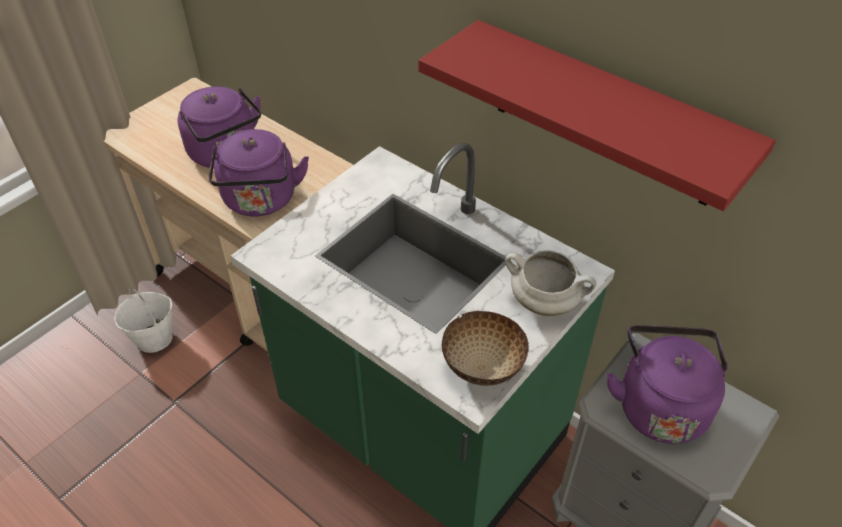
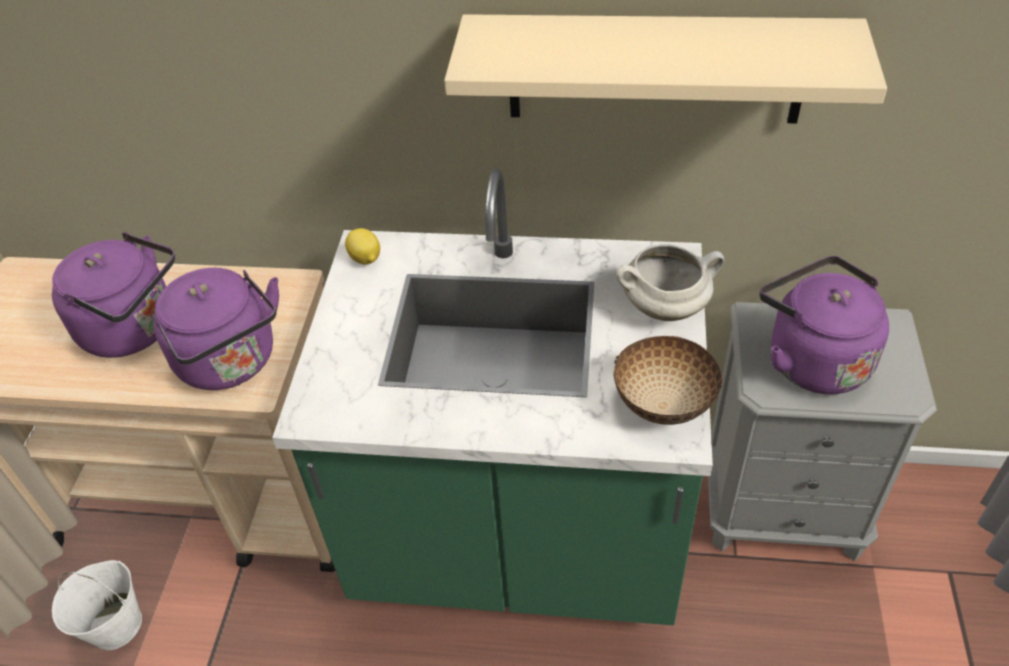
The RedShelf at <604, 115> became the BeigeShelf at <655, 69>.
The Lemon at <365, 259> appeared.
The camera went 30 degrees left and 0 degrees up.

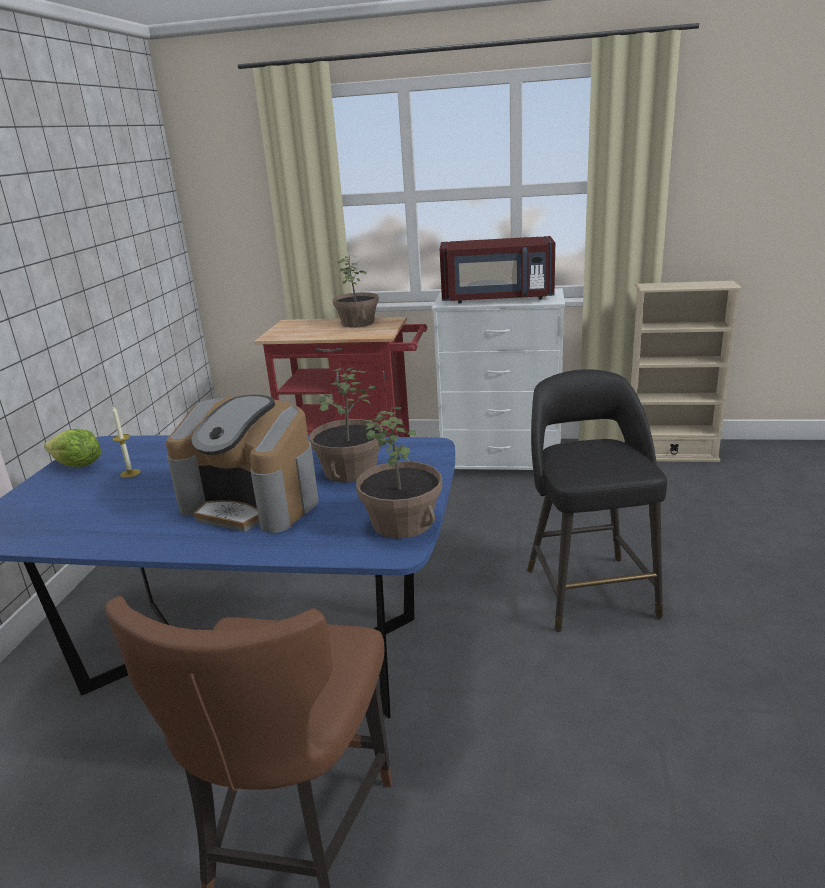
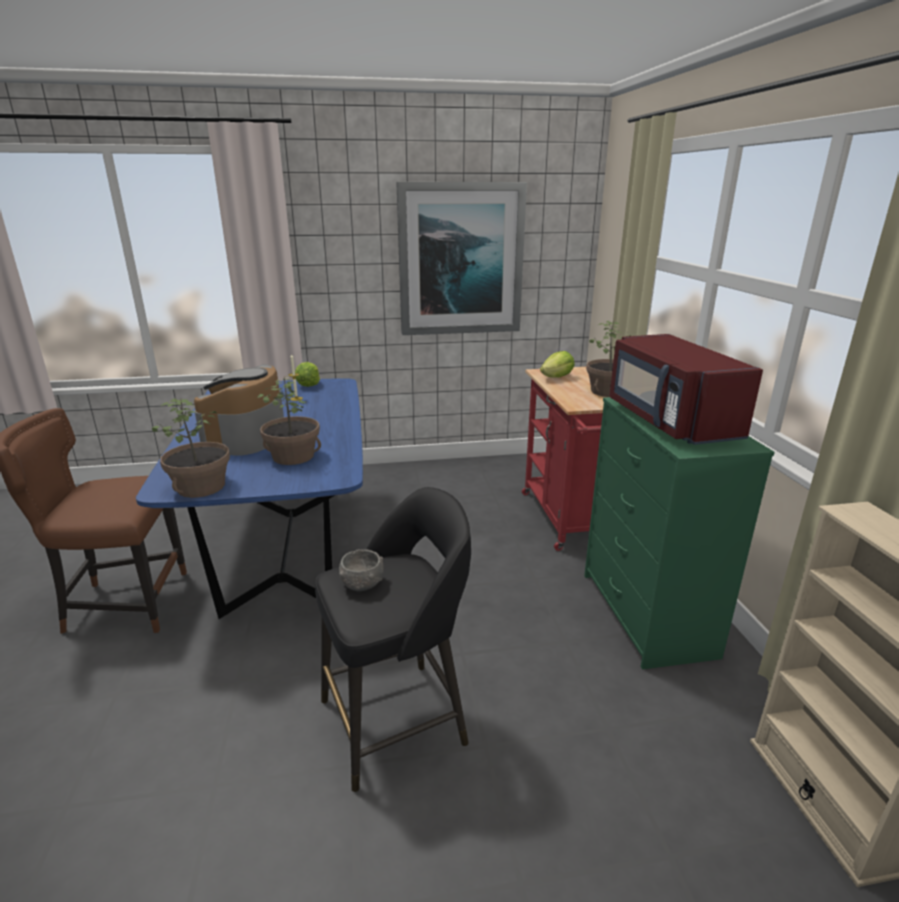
The WhiteDresser at <502, 463> became the GreenDresser at <647, 614>.
The GreyBowl at <362, 583> appeared.
The Picture at <460, 260> appeared.
The Lettuce at <557, 377> appeared.
The camera went 70 degrees right and 0 degrees up.

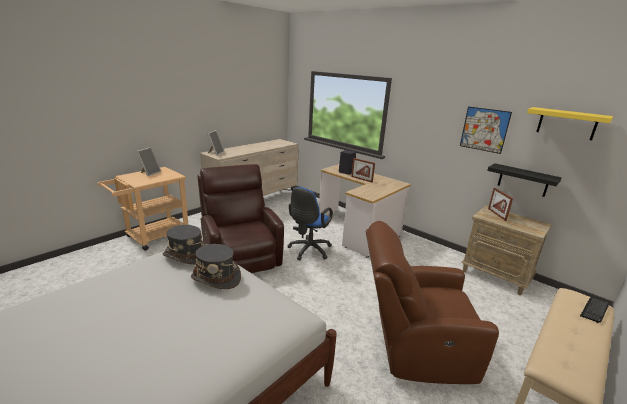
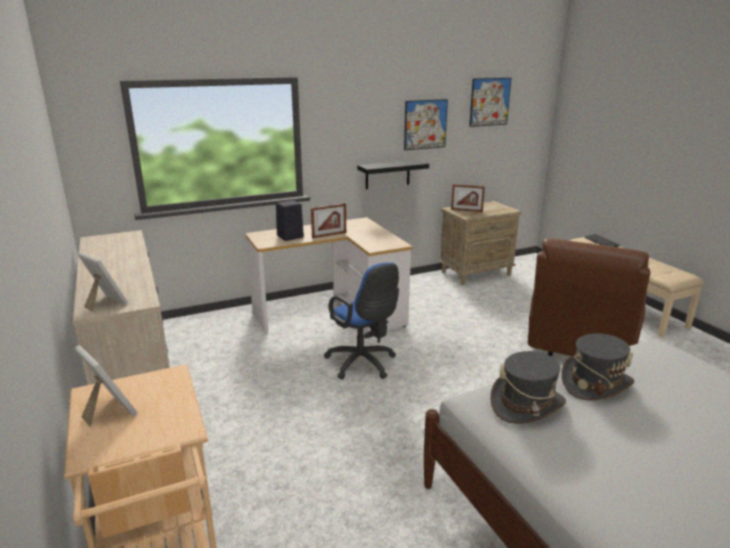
The BrownArmchair at <241, 257> disappeared.
The BlackShelf moved from <523, 180> to <387, 174>.
The YellowShelf at <567, 123> was replaced by the Picture at <490, 102>.
The camera went 65 degrees left and 0 degrees up.

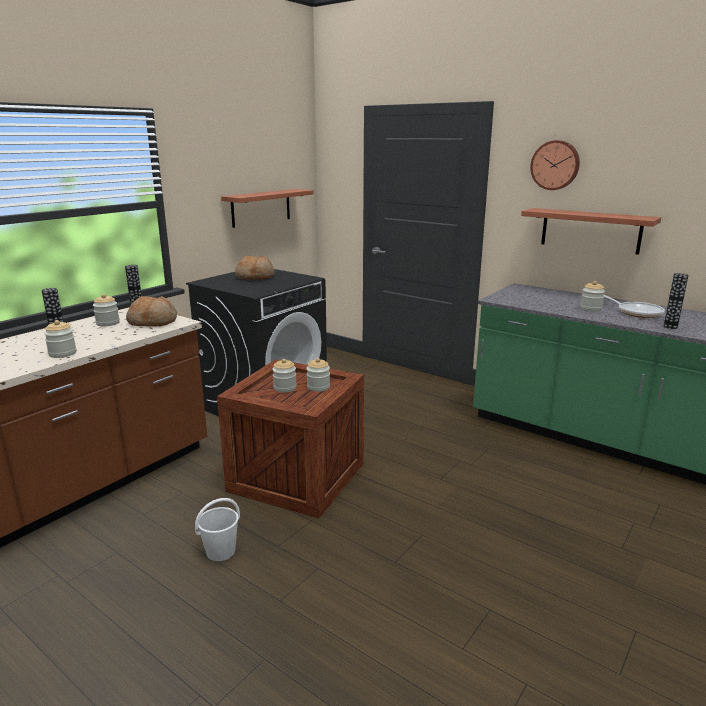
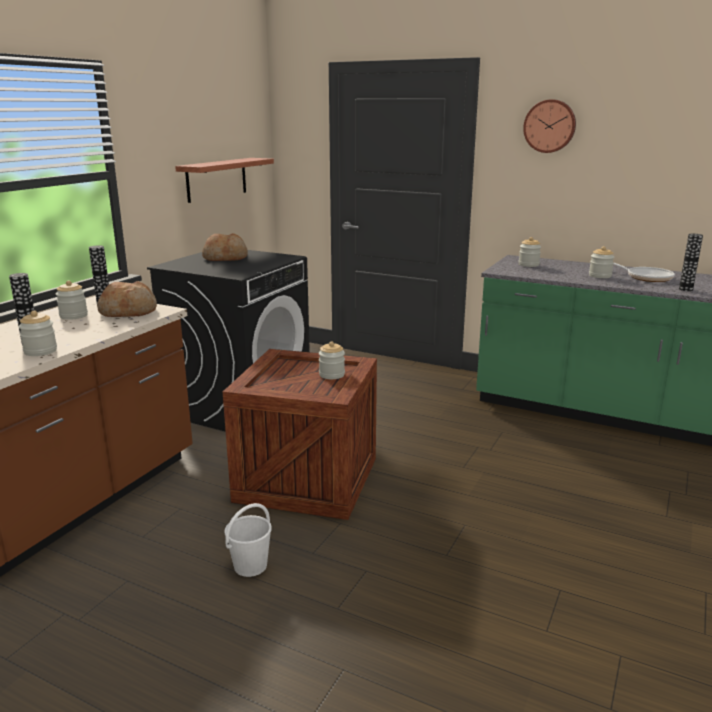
The Jar moved from <285, 388> to <528, 265>.
The Shelf at <590, 230> disappeared.
The camera went 10 degrees left and 0 degrees up.

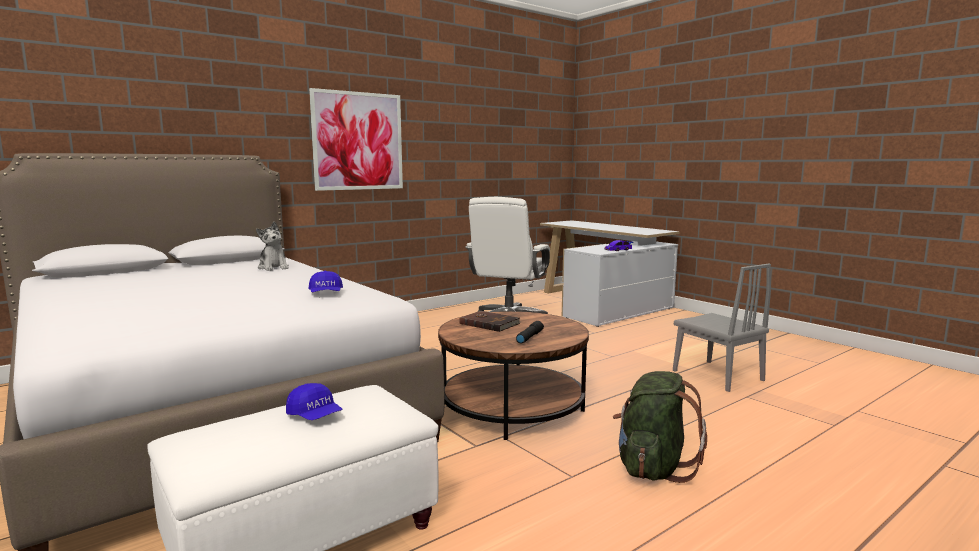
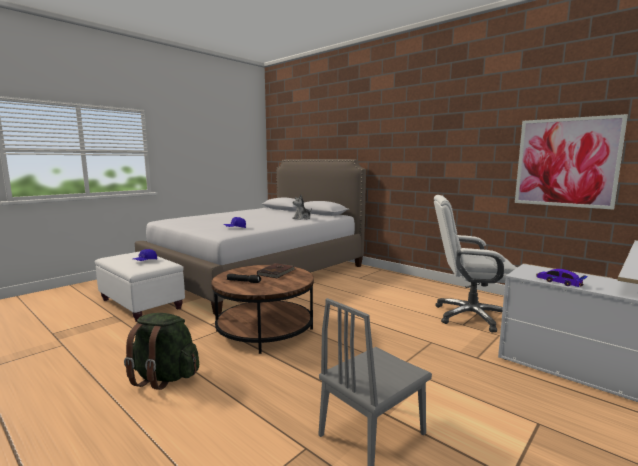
The Picture moved from <358, 141> to <566, 162>.
The camera went 80 degrees right and 0 degrees up.

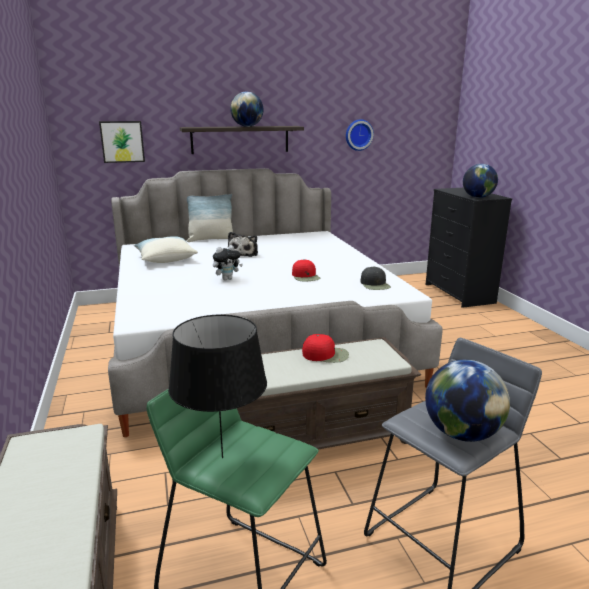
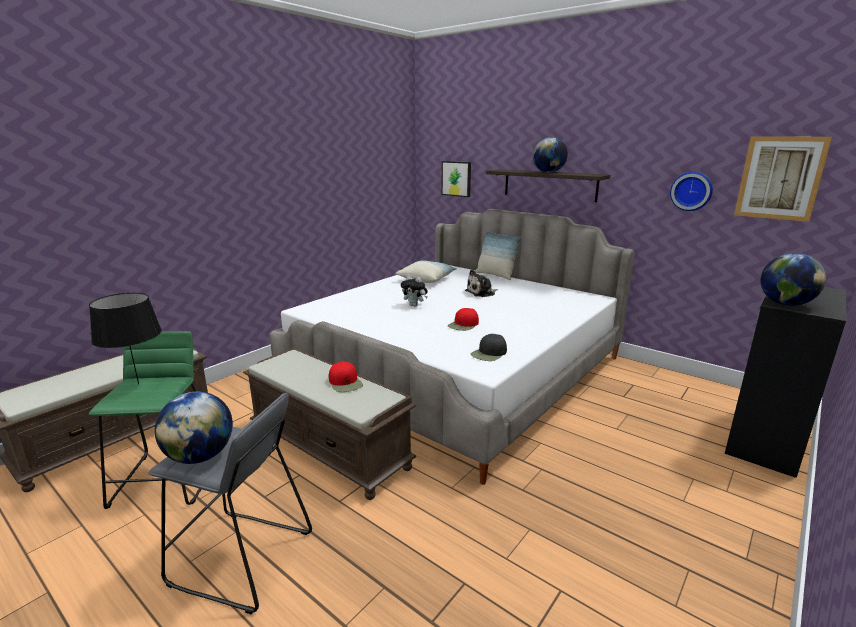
The Picture at <780, 178> appeared.
The camera went 55 degrees right and 0 degrees up.

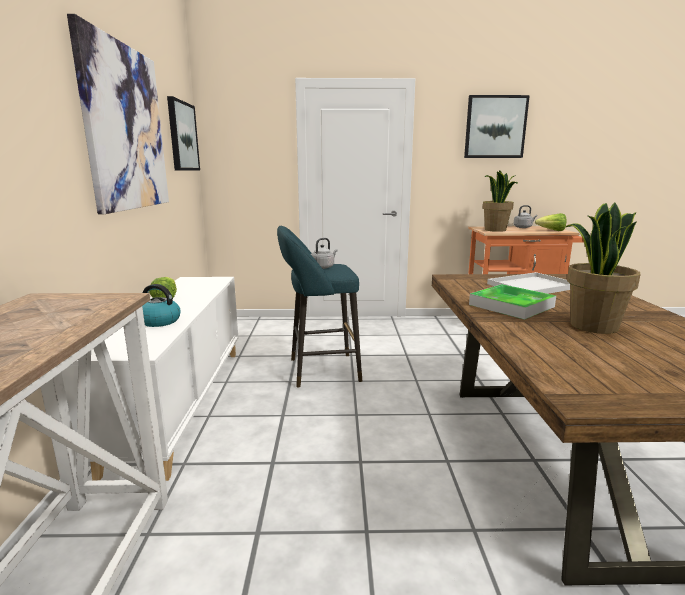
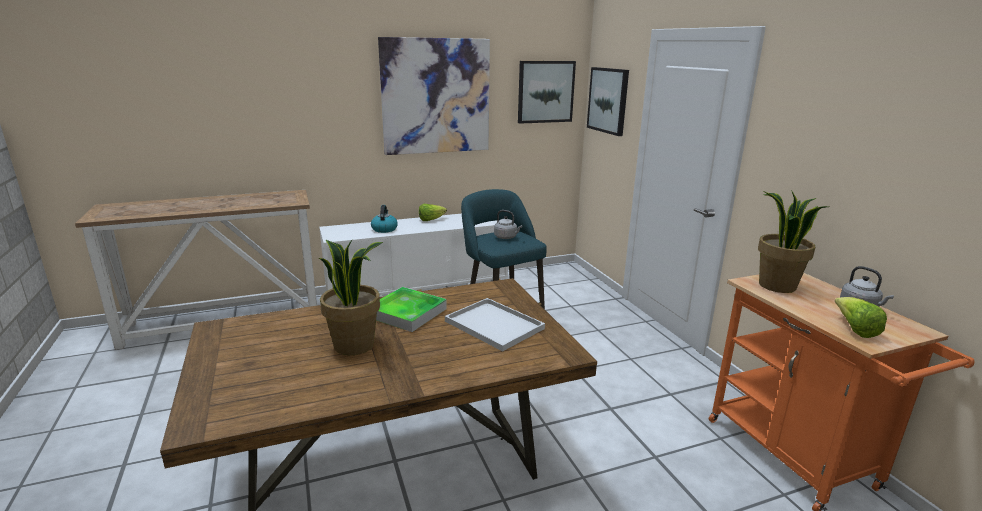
The Picture moved from <495, 127> to <608, 100>.
The camera went 70 degrees right and 5 degrees up.

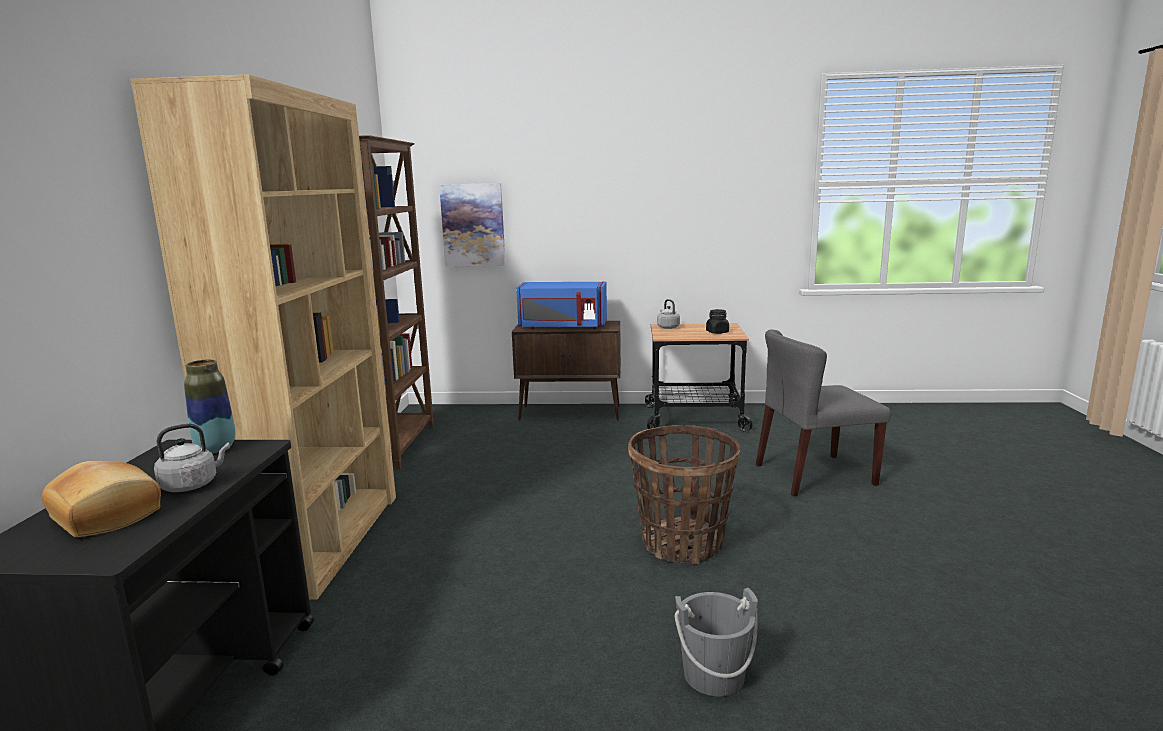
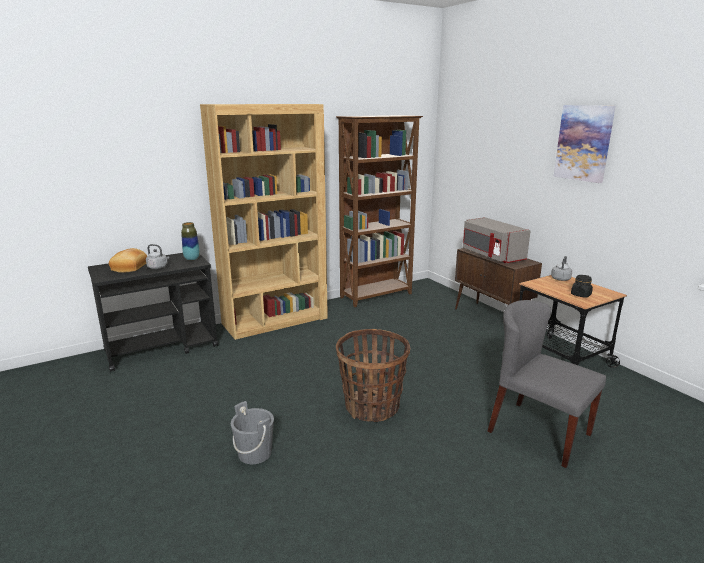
The Picture moved from <473, 225> to <583, 143>.
The BlueMicrowave at <562, 327> became the GreyMicrowave at <491, 255>.
The camera went 55 degrees right and 5 degrees up.

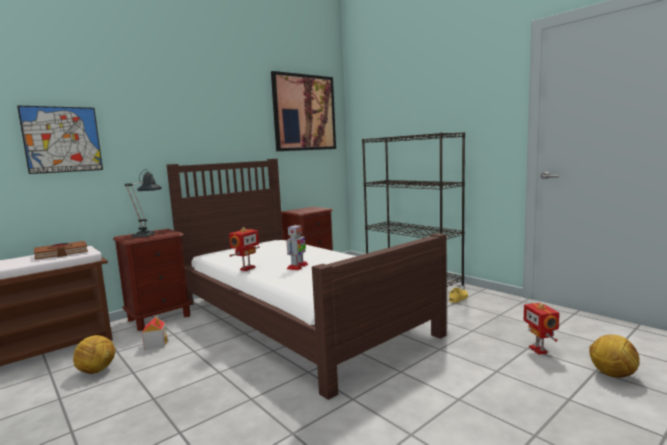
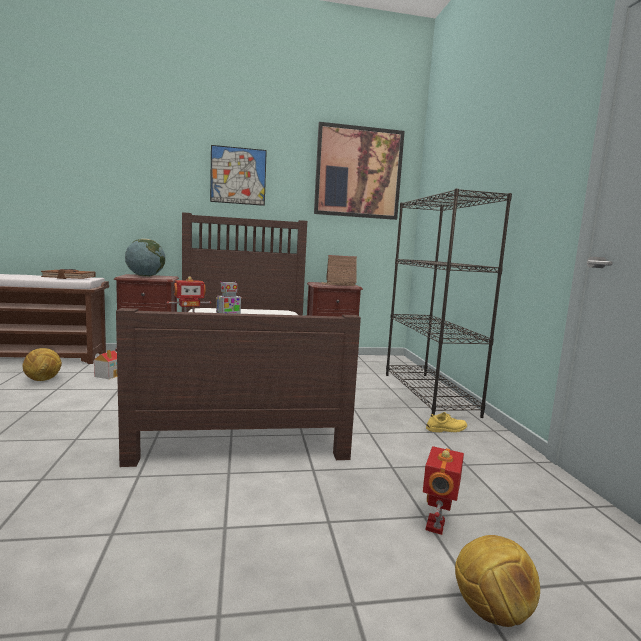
The Picture moved from <62, 139> to <238, 176>.
The TableLamp at <146, 235> was replaced by the Globe at <145, 276>.
The ToyHouse at <338, 284> appeared.
The camera went 30 degrees right and 0 degrees up.

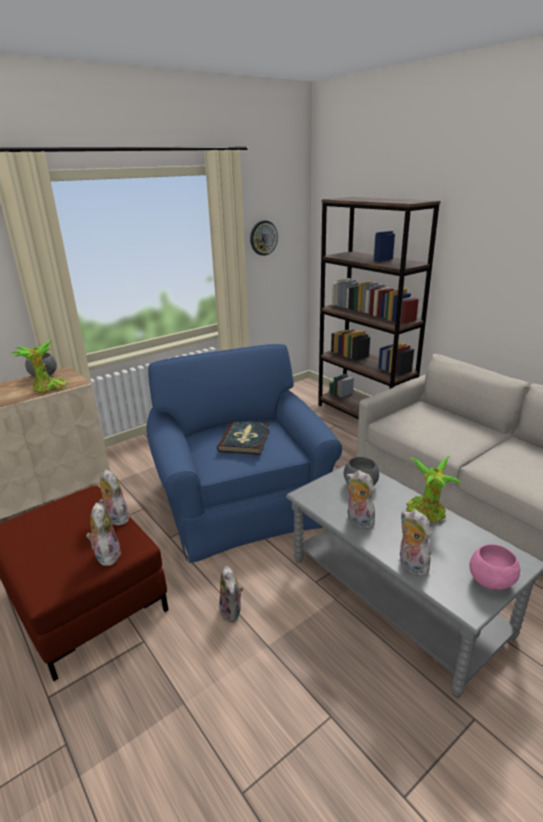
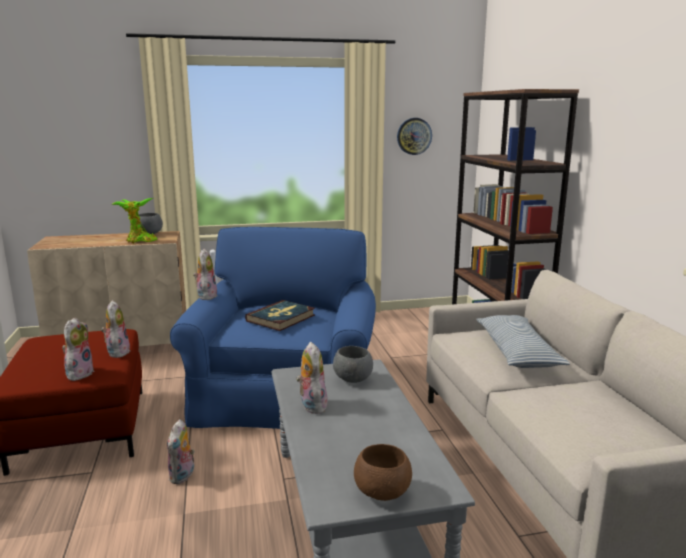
The PlushToy moved from <410, 565> to <206, 296>.
The PottedPlant at <427, 514> disappeared.
The PinkBowl at <491, 582> became the BrownBowl at <382, 494>.
The Pillow at <517, 352> appeared.
The camera went 25 degrees right and 10 degrees down.

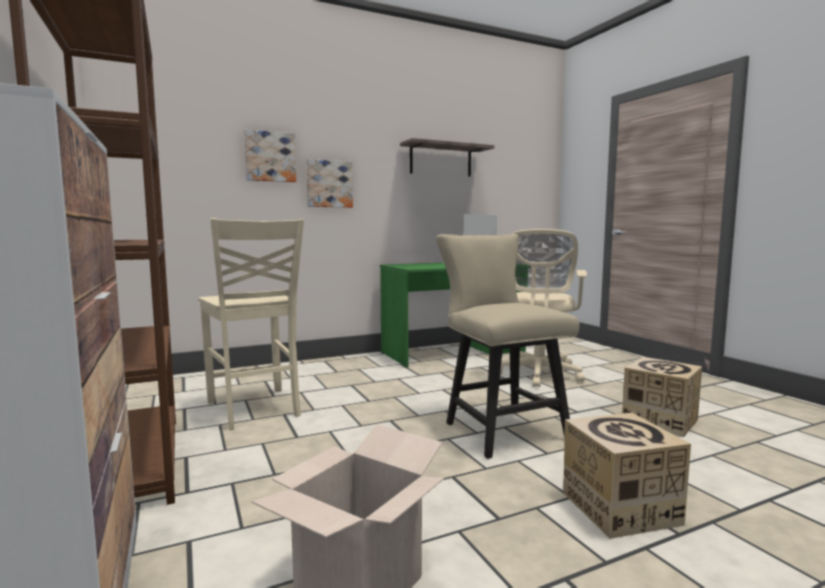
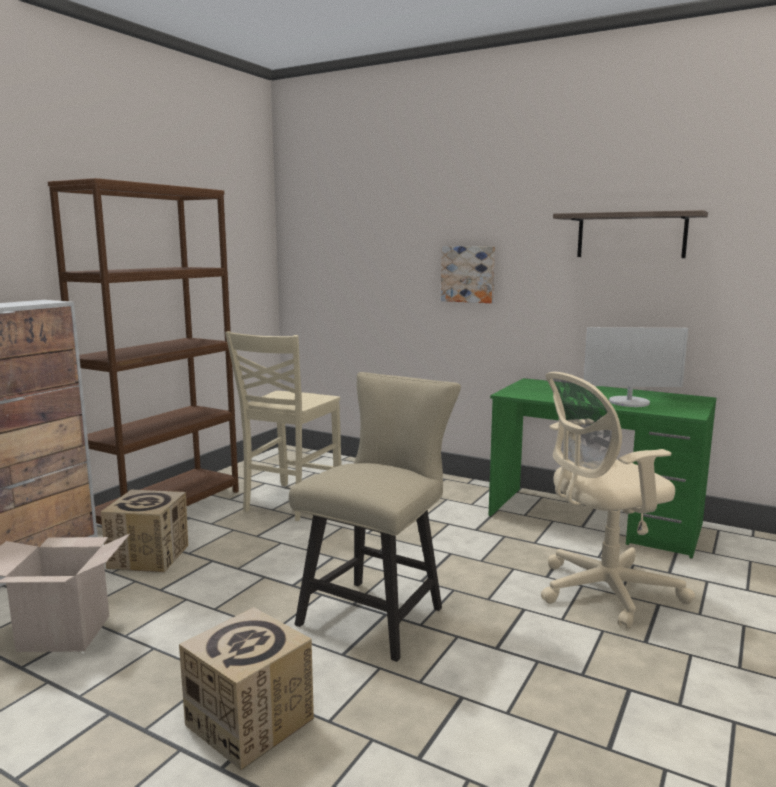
The Picture at <270, 157> disappeared.
The CardboardBox moved from <659, 421> to <149, 556>.
The camera went 55 degrees right and 5 degrees up.

